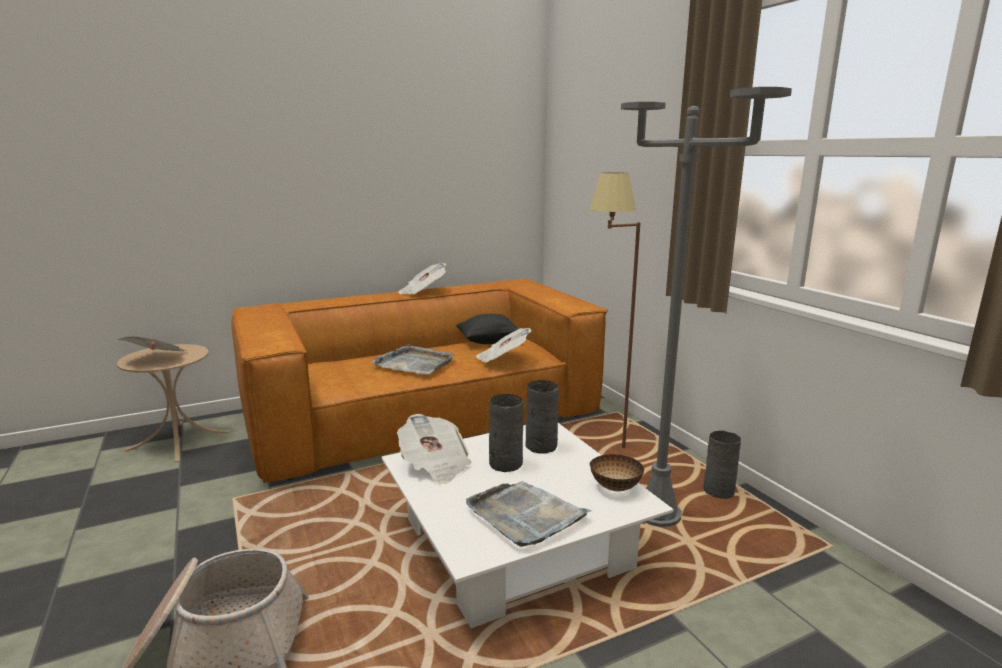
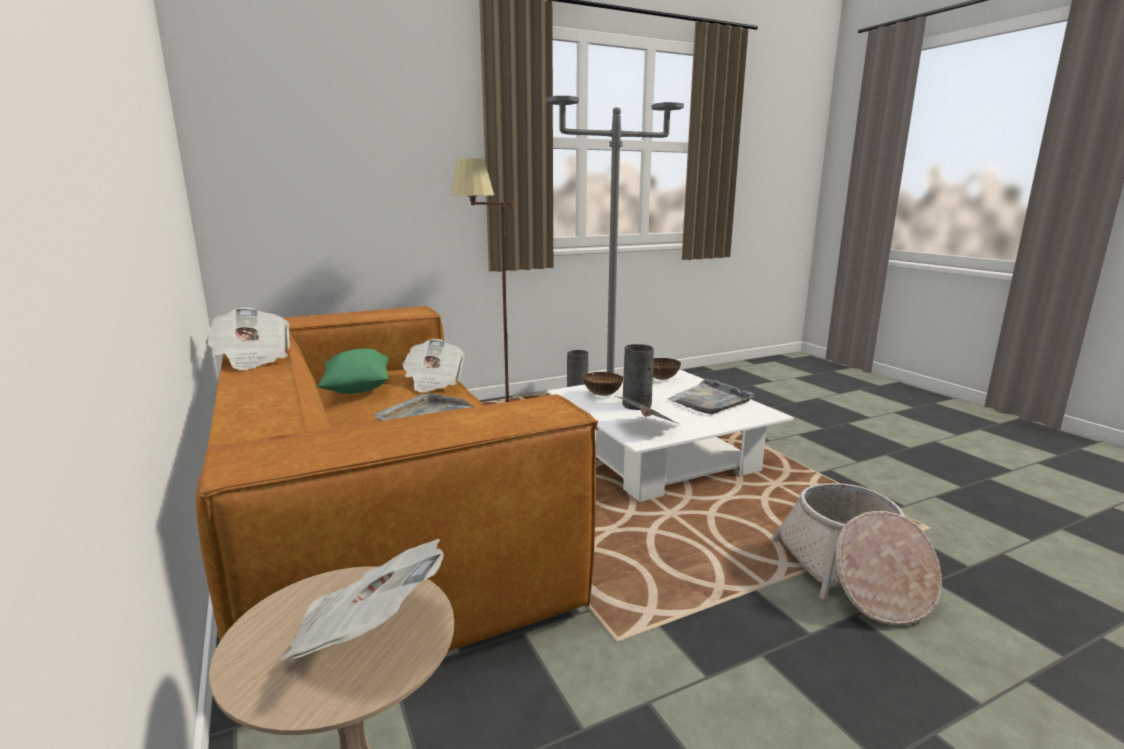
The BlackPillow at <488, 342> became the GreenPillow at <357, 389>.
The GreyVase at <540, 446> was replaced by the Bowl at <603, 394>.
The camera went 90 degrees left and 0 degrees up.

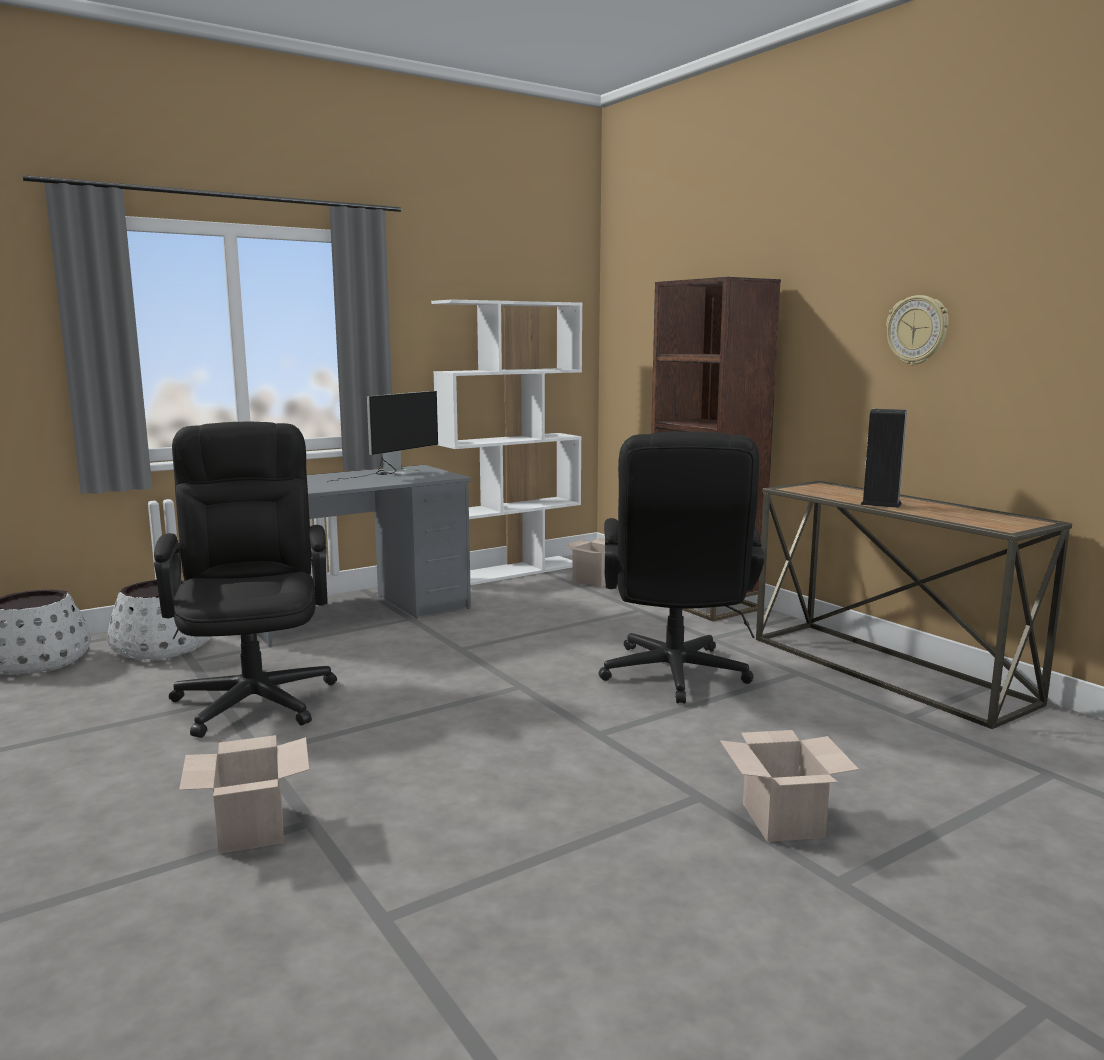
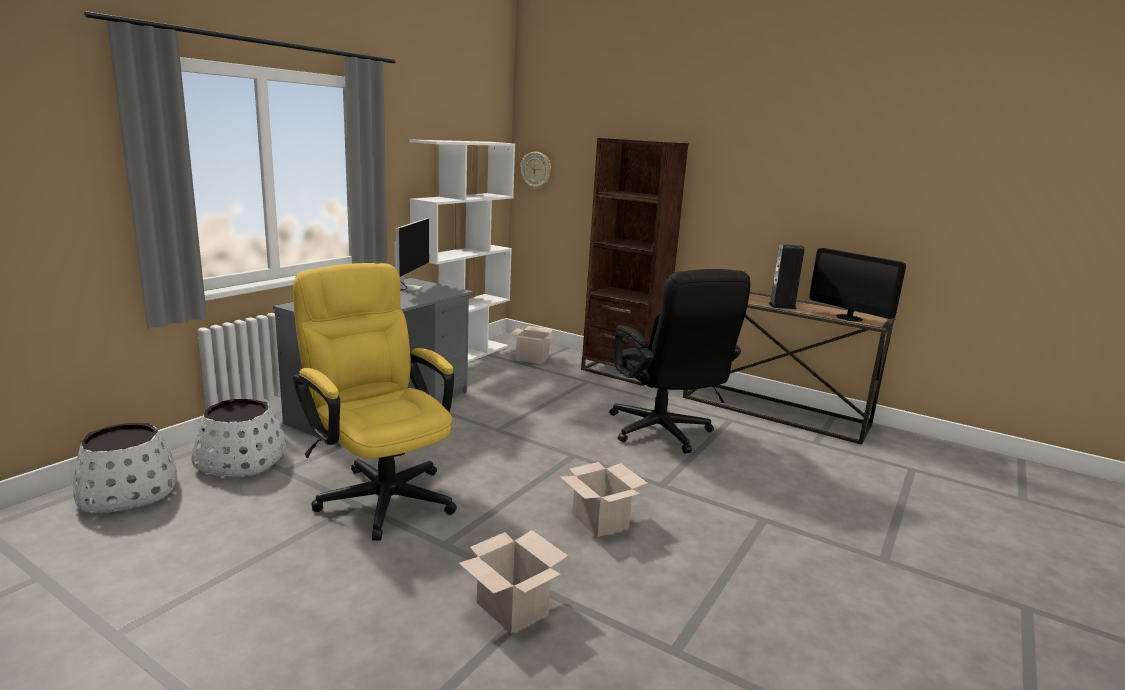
The BlackOfficeChair at <256, 694> became the YellowOfficeChair at <380, 493>.
The CardboardBox moved from <784, 821> to <601, 521>.
The WallClock moved from <917, 330> to <536, 170>.
The Monitor at <849, 318> appeared.
The camera went 25 degrees left and 5 degrees up.

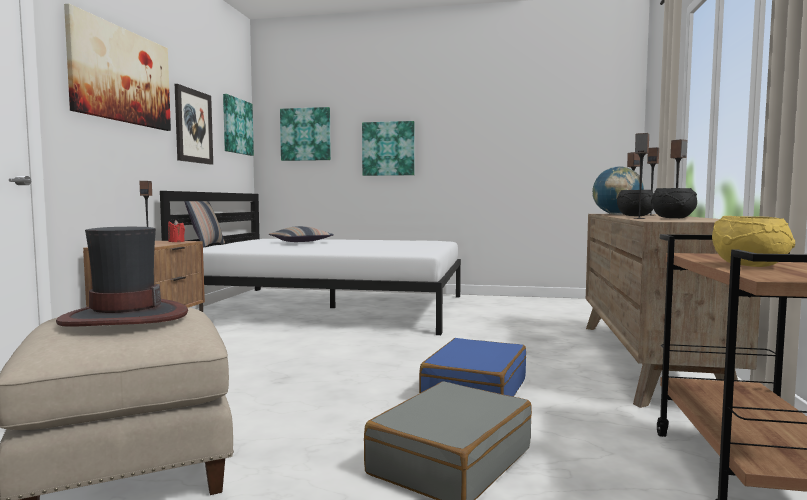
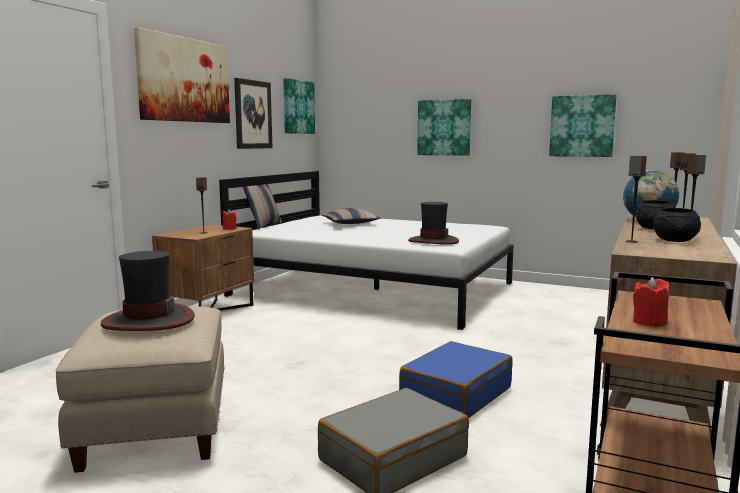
The Picture moved from <306, 134> to <582, 126>.
The YellowBowl at <748, 265> was replaced by the RedCandle at <649, 322>.
The Hat at <433, 241> appeared.
The camera went 15 degrees right and 5 degrees up.

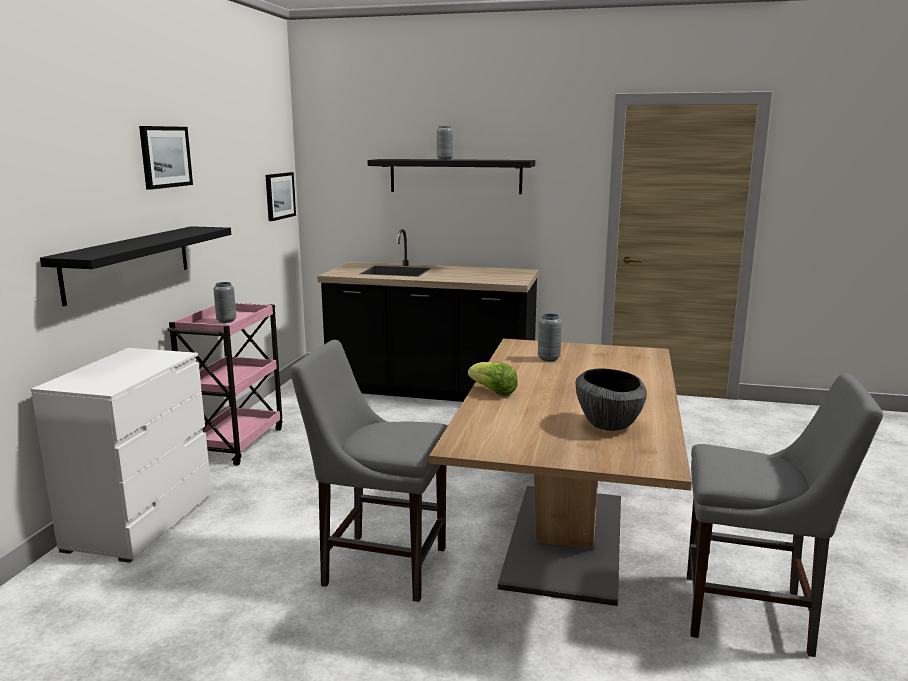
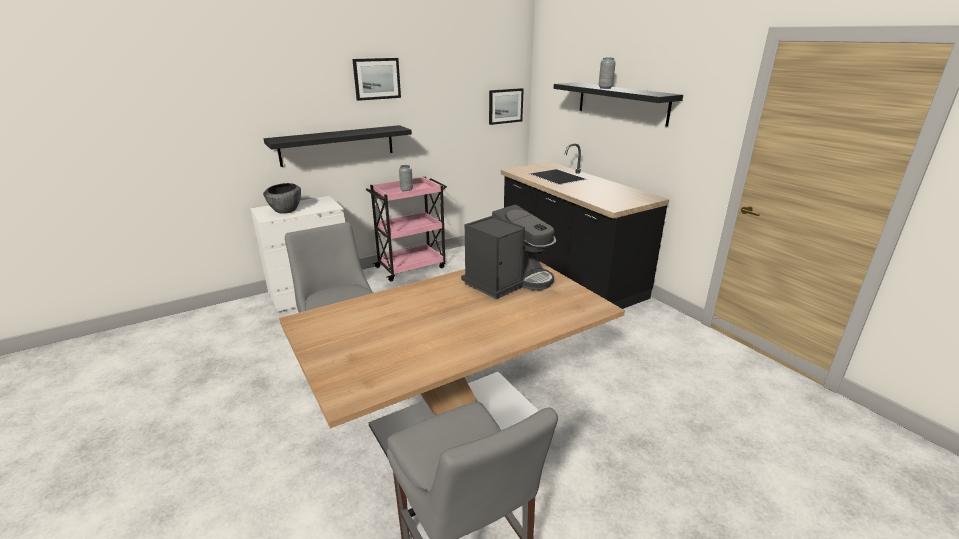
The Lettuce at <493, 392> disappeared.
The GreyVase at <548, 358> was replaced by the CoffeeMachine at <508, 281>.
The Bowl moved from <608, 425> to <286, 211>.
The camera went 45 degrees right and 10 degrees up.

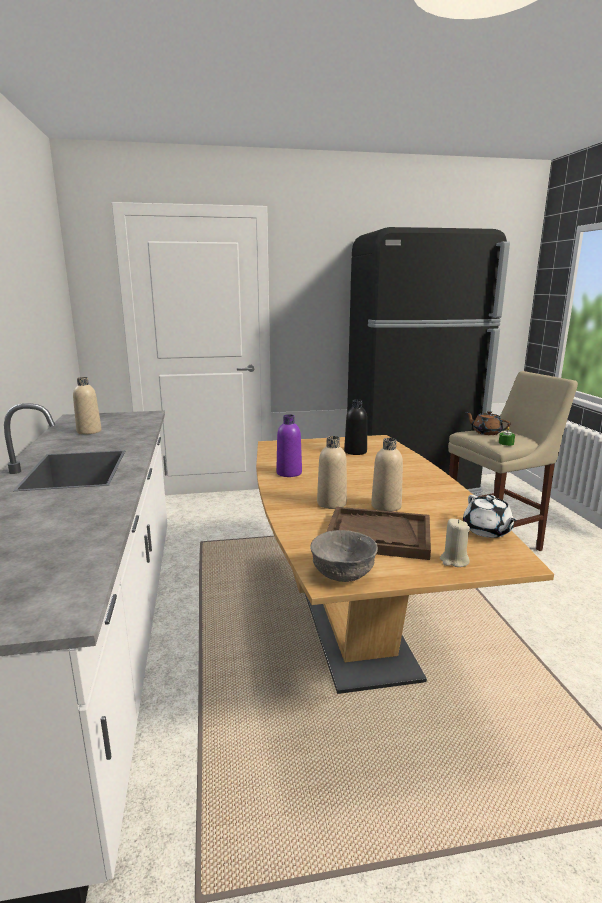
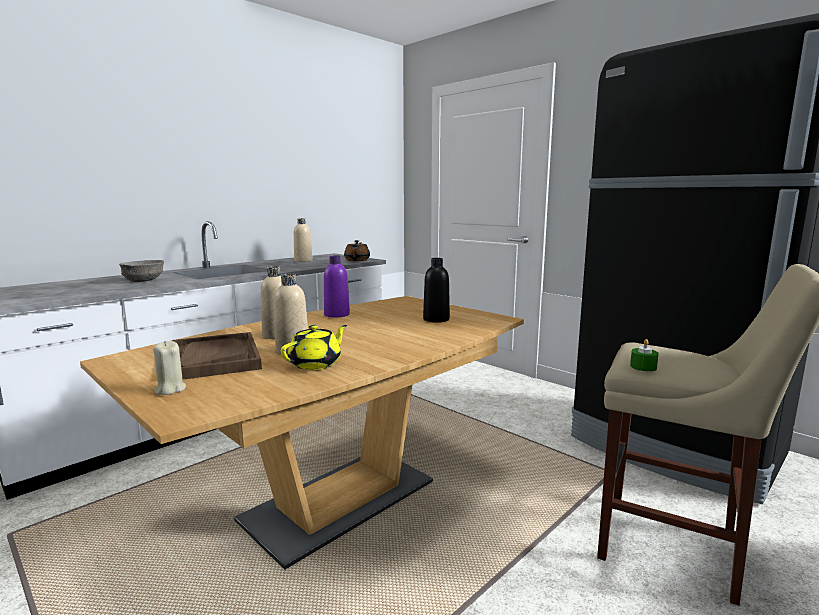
The GreyBowl moved from <344, 573> to <143, 281>.
The WhiteTeapot at <487, 531> disappeared.
The BrownTeapot moved from <486, 432> to <357, 260>.
The YellowTeapot at <316, 364> appeared.
The camera went 55 degrees right and 5 degrees down.

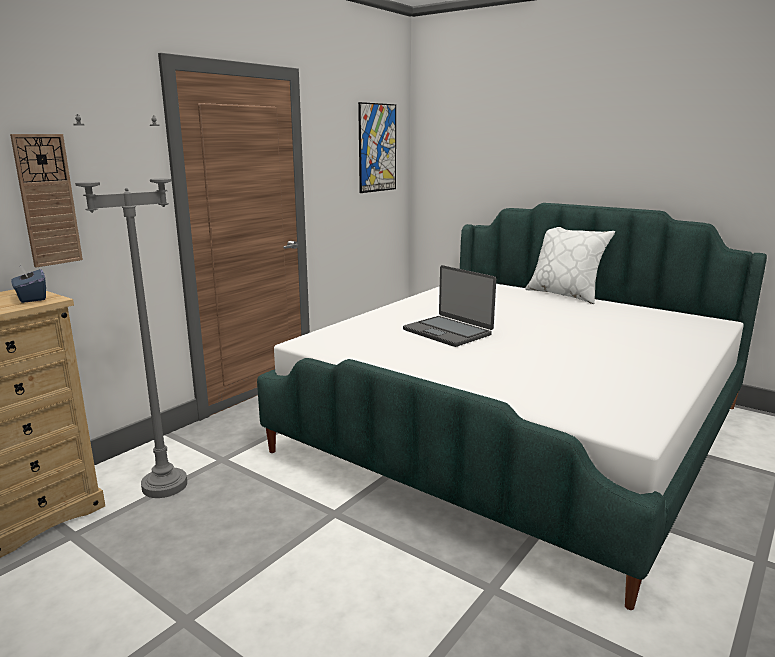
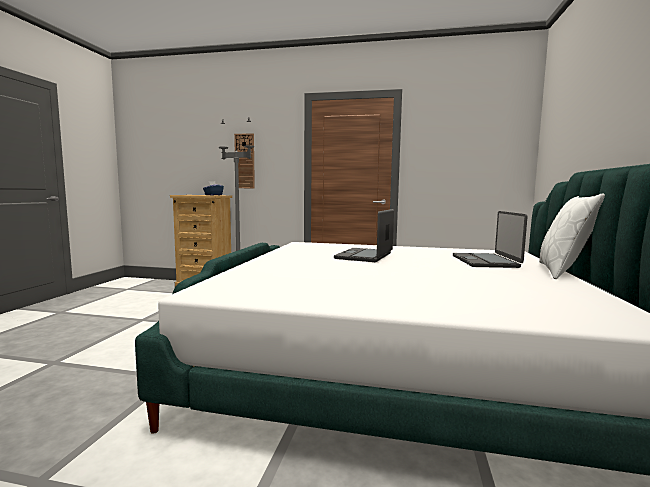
The Picture at <377, 148> disappeared.
The Laptop at <486, 261> appeared.
The camera went 65 degrees right and 10 degrees down.

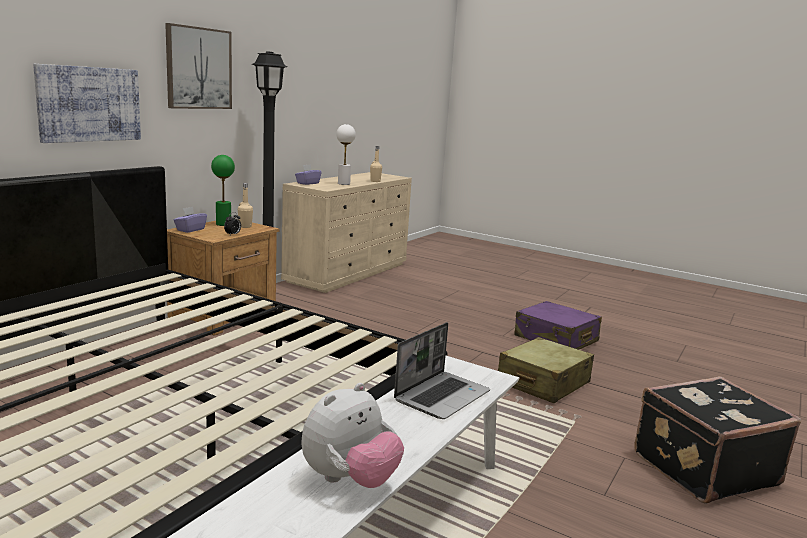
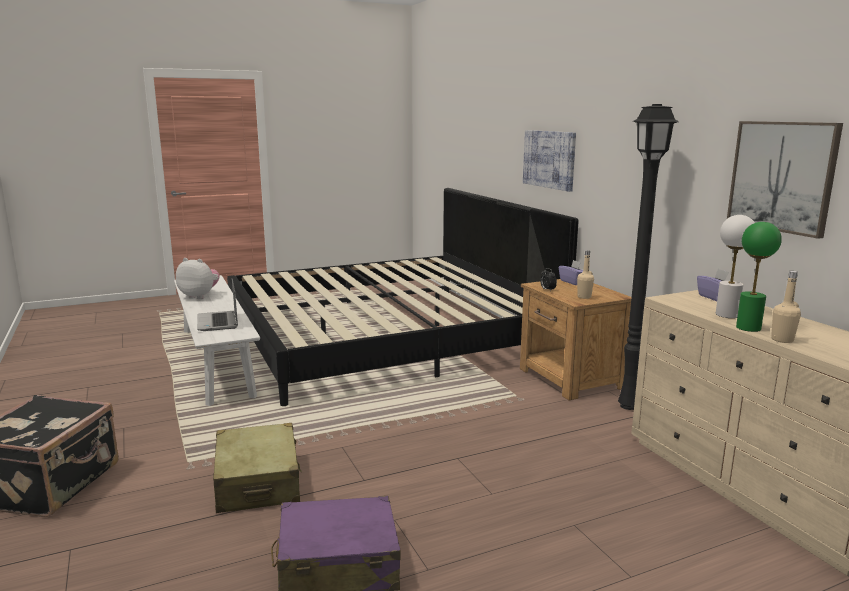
The Picture moved from <198, 68> to <782, 176>.
The GreenTableLamp moved from <223, 224> to <748, 328>.
The PlushToy at <350, 480> turned 120 degrees clockwise.
The camera went 125 degrees right and 0 degrees up.

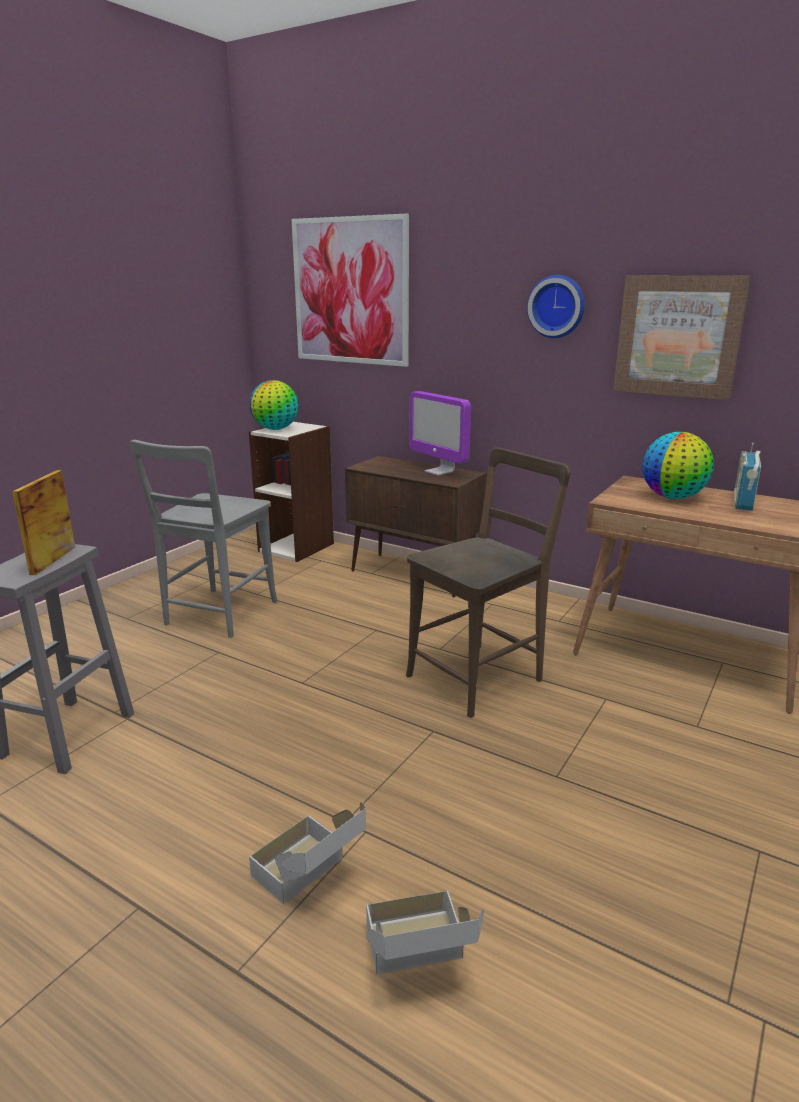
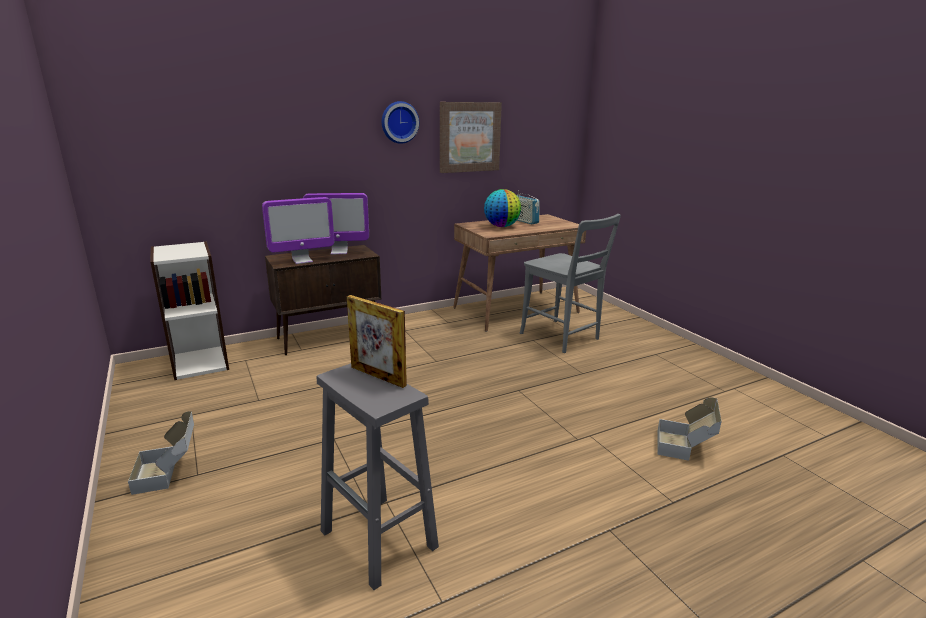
The GreyChair moved from <218, 615> to <562, 337>.
The CardboardBox moved from <311, 878> to <169, 473>.
The Globe at <276, 429> disappeared.
The Picture at <350, 291> disappeared.
The BrownChair at <480, 676> disappeared.
The Monitor at <302, 261> appeared.
The camera went 60 degrees left and 0 degrees up.

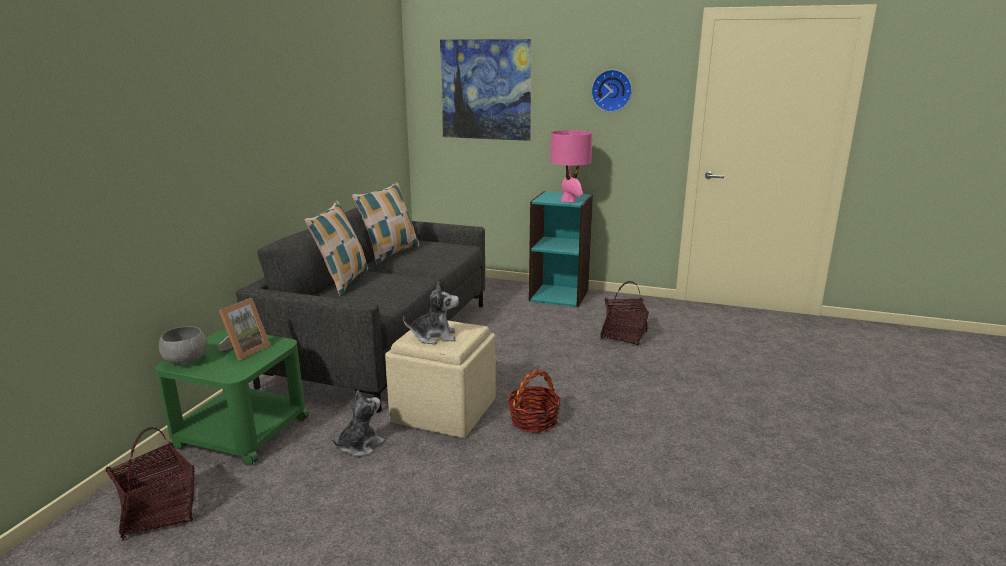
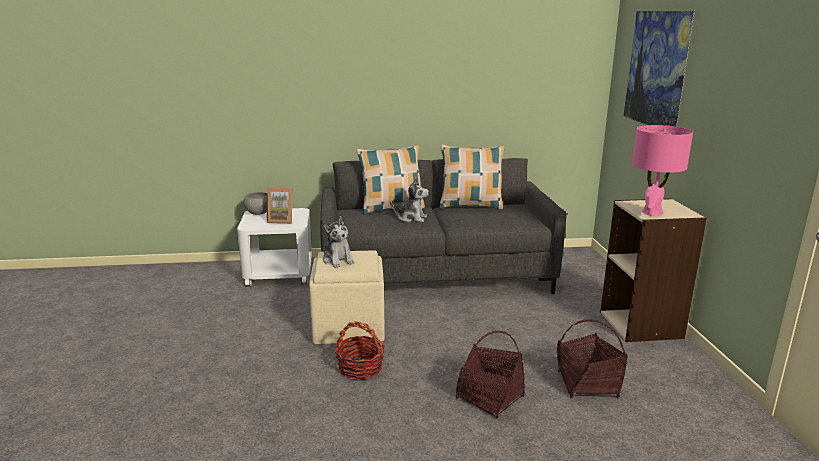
The Basket moved from <160, 512> to <490, 398>.
The GreenSideTable at <241, 432> became the WhiteSideTable at <279, 273>.
The PlushToy moved from <359, 446> to <410, 218>.
The TurquoiseBookcase at <559, 295> became the BeigeBookcase at <641, 325>.
The WallClock at <612, 90> disappeared.
The camera went 65 degrees right and 0 degrees up.

